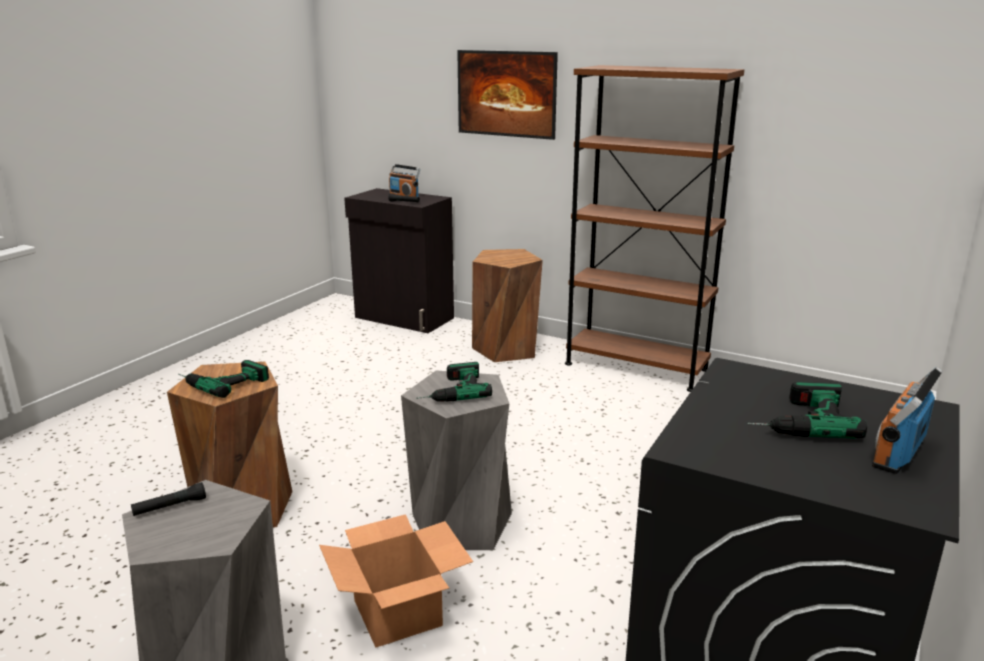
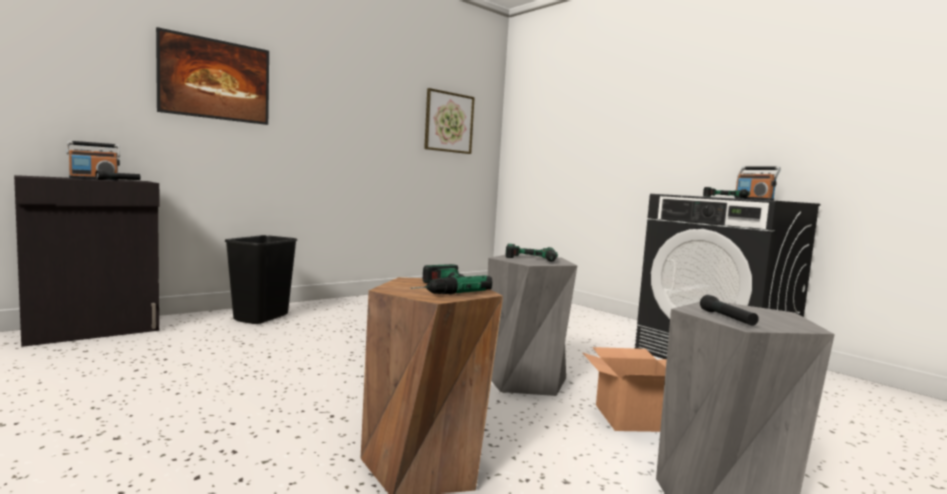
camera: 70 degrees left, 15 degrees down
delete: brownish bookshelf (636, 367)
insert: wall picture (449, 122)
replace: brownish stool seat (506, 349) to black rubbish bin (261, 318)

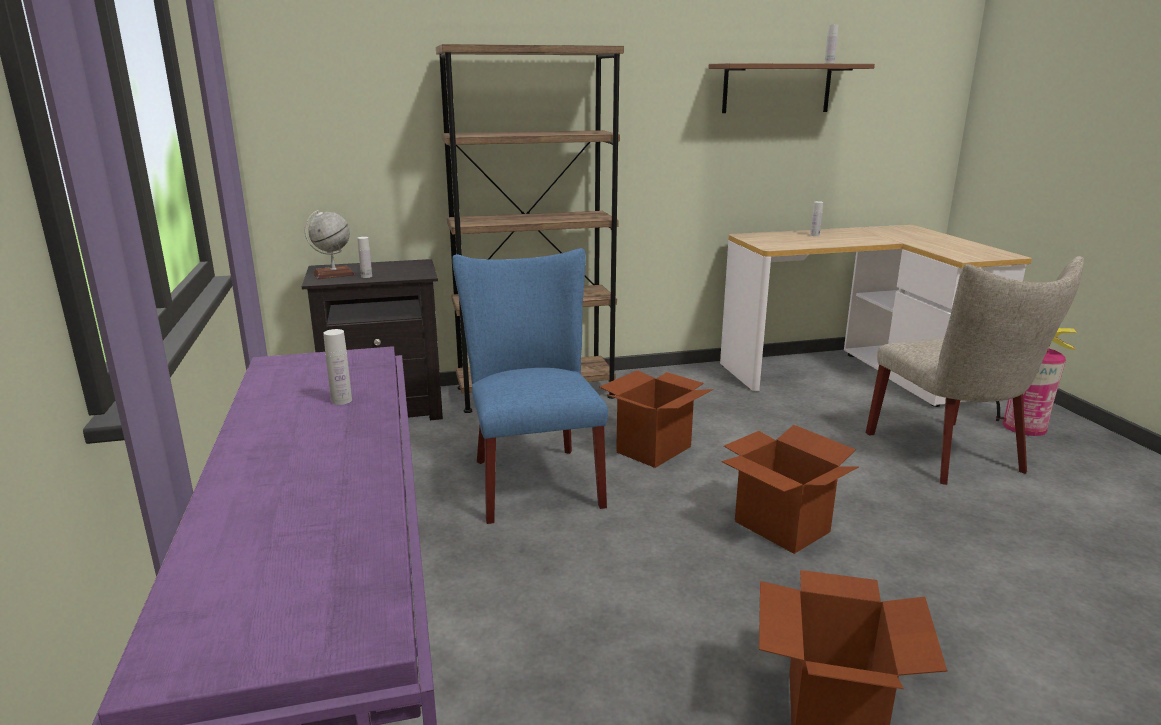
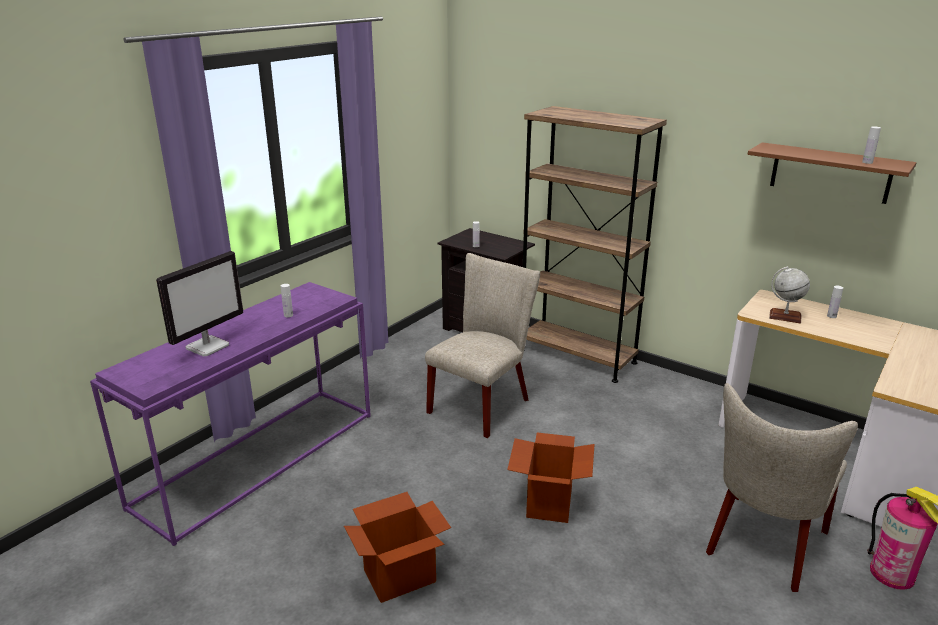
camera: 50 degrees right, 5 degrees up
delete: cardboard box (654, 449)
insert: monitor (208, 346)
move: world globe (333, 274) to (785, 316)
recolor: blue upright chair (532, 478) to beige-coloured upright chair (483, 403)

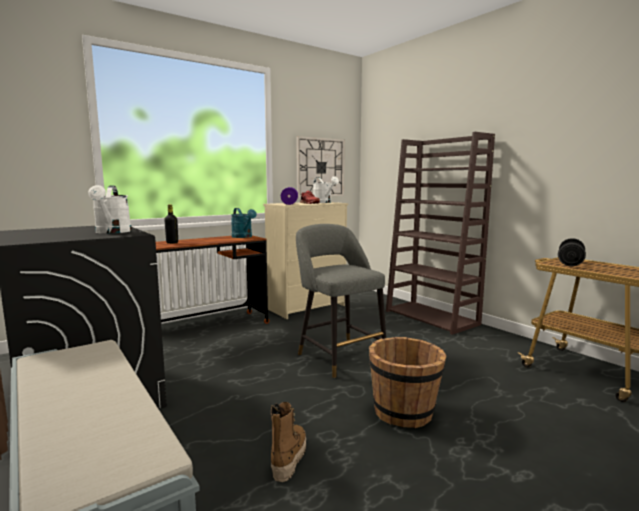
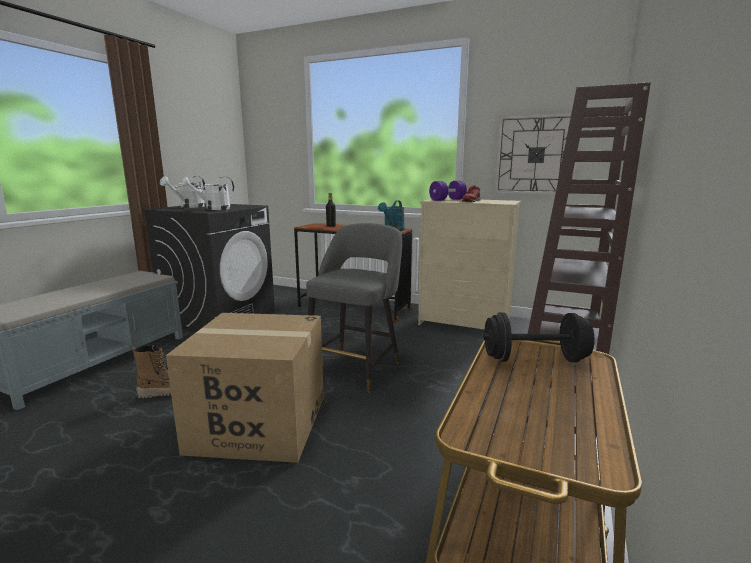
camera: 60 degrees right, 5 degrees up
move: whitish sprinkling can (324, 202) to (189, 207)
replace: brownish pail (404, 412) to cardboard box (259, 423)

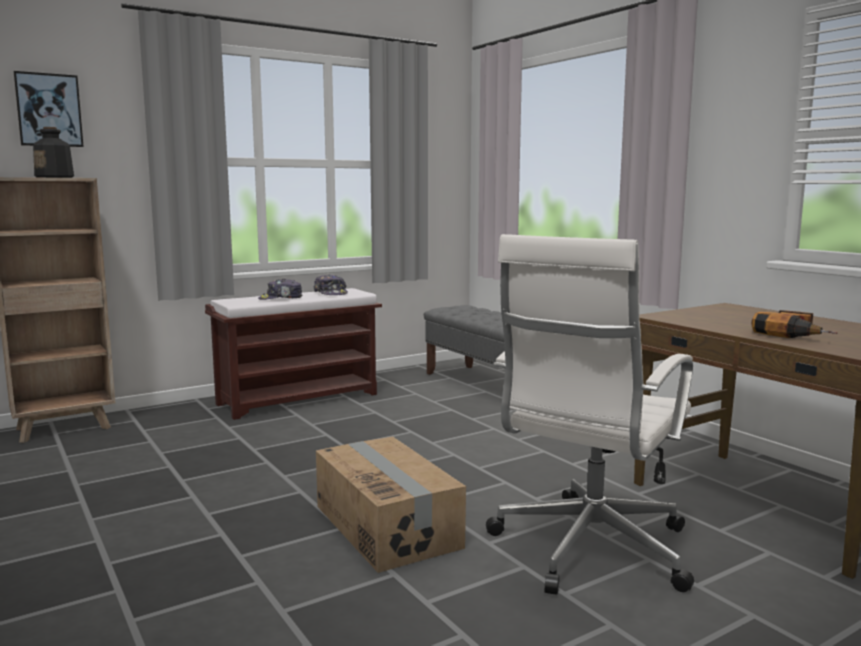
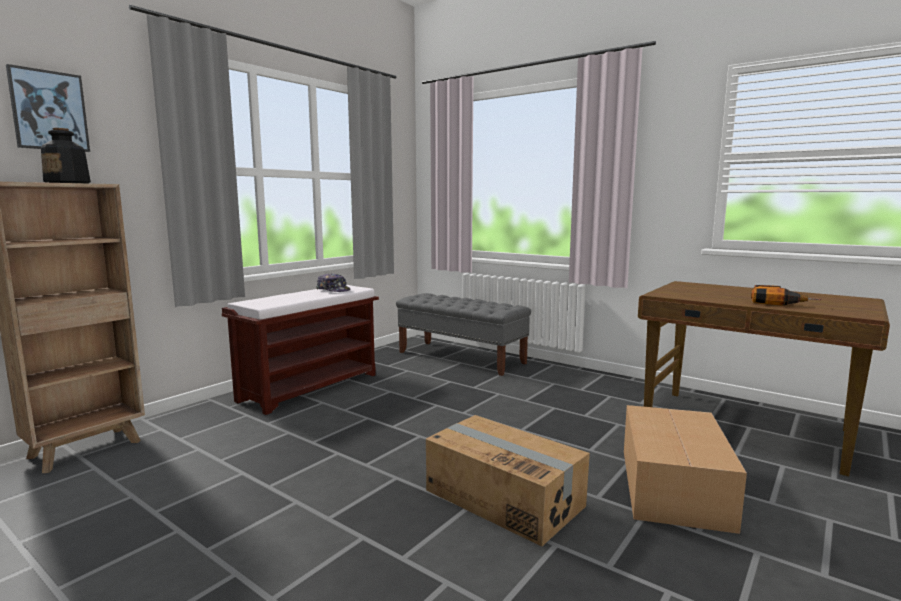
camera: 20 degrees left, 0 degrees up
delete: baseball cap (281, 298)
replace: whitish computer chair (588, 549) to cardboard box (672, 488)

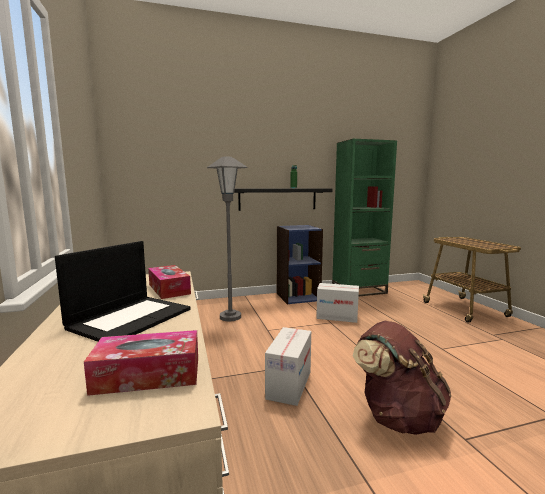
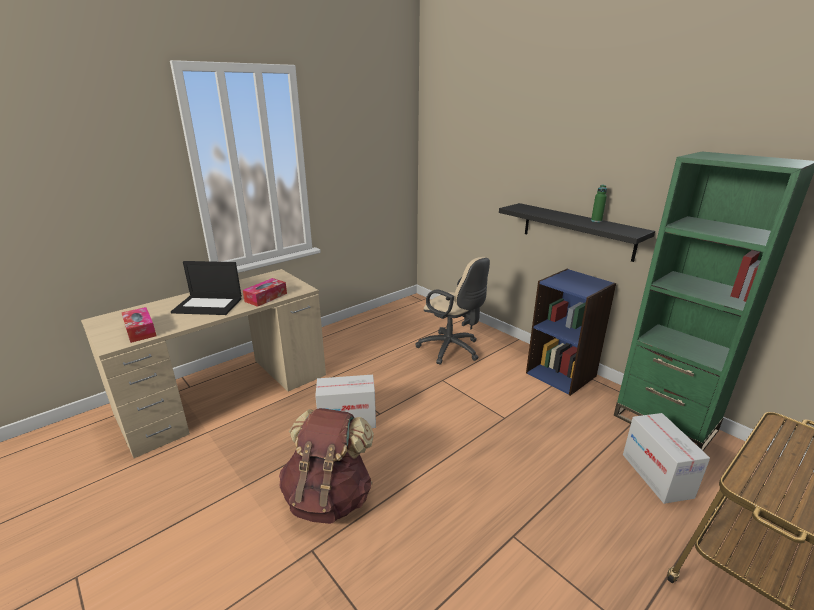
camera: 65 degrees right, 15 degrees up
move: cardboard box (337, 316) to (657, 475)
replace: grey standing lamp (230, 317) to beige-coloured computer chair (452, 350)

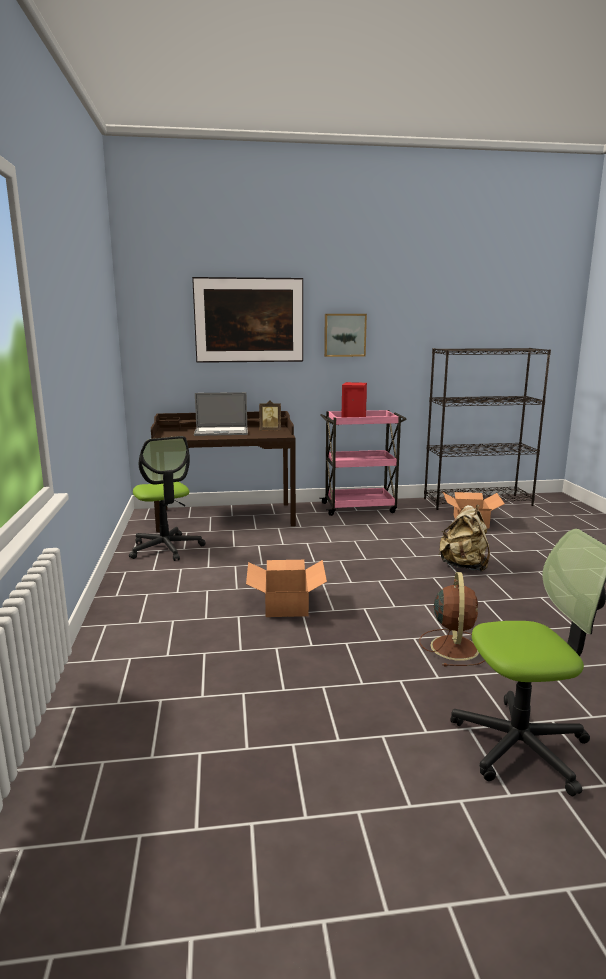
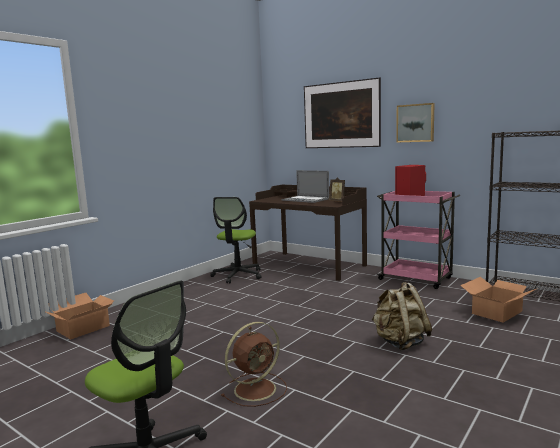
camera: 45 degrees right, 5 degrees down
move: cardboard box (287, 603) to (84, 328)

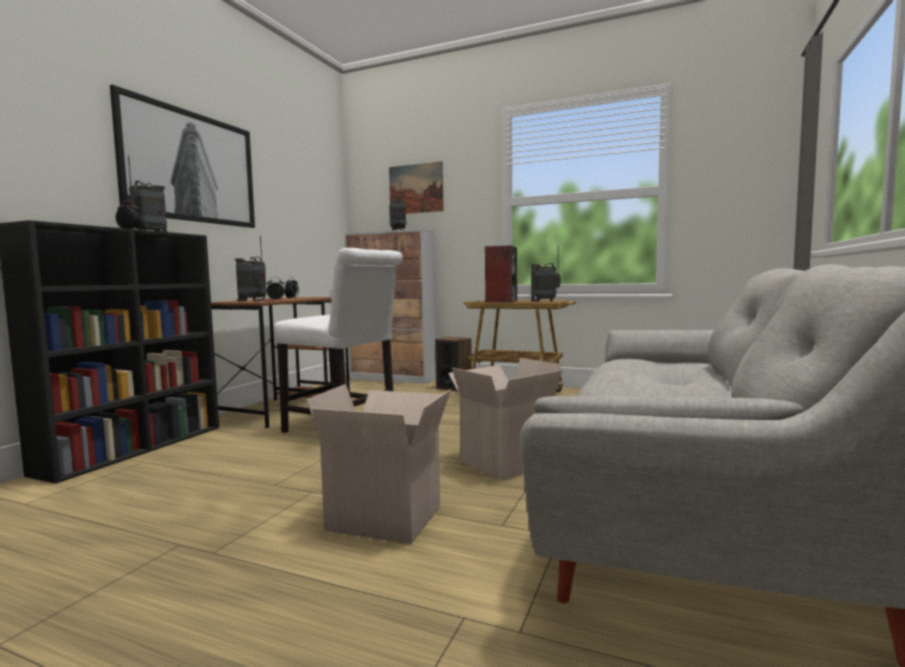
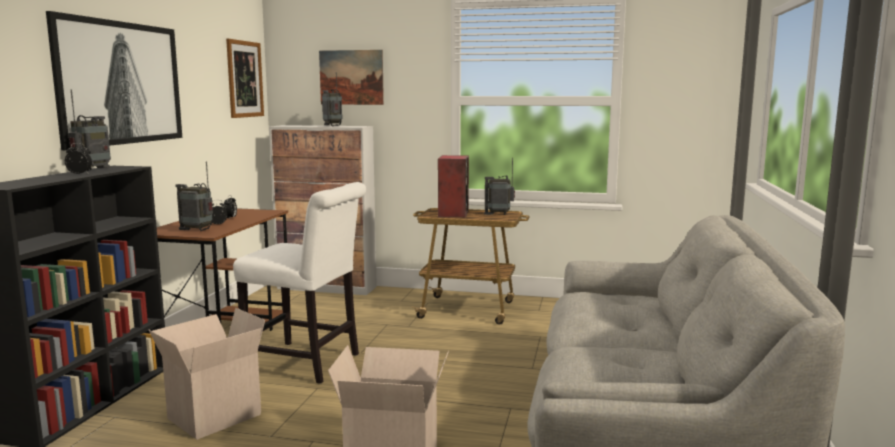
camera: 10 degrees left, 5 degrees up
delete: speaker (454, 388)
insert: wall picture (244, 79)
move: cardboard box (506, 462) to (214, 415)

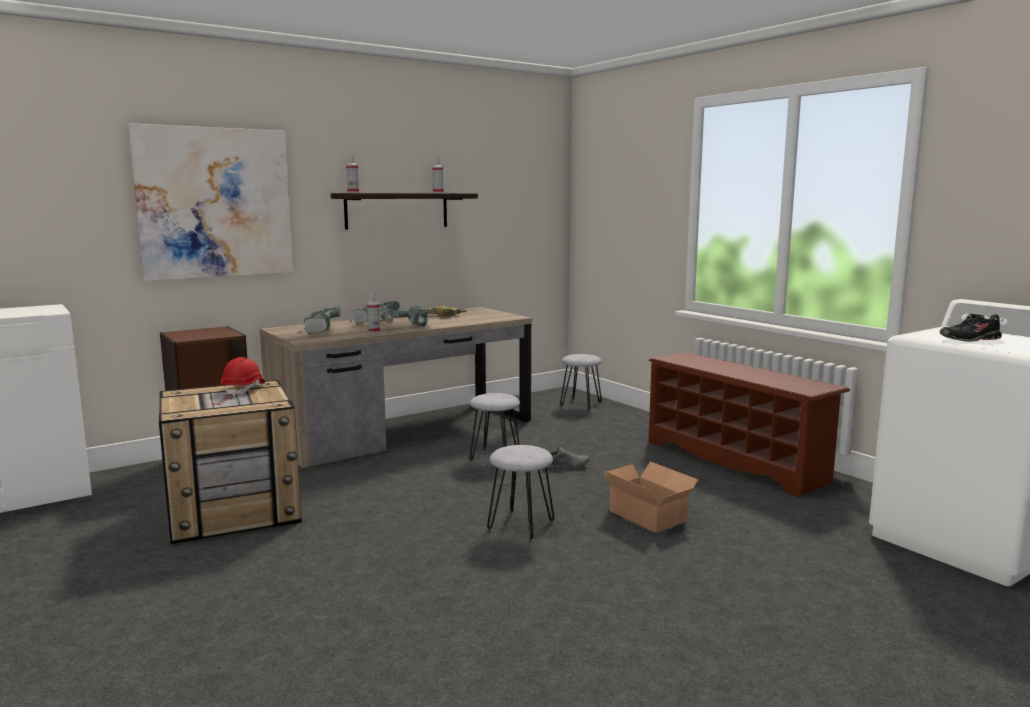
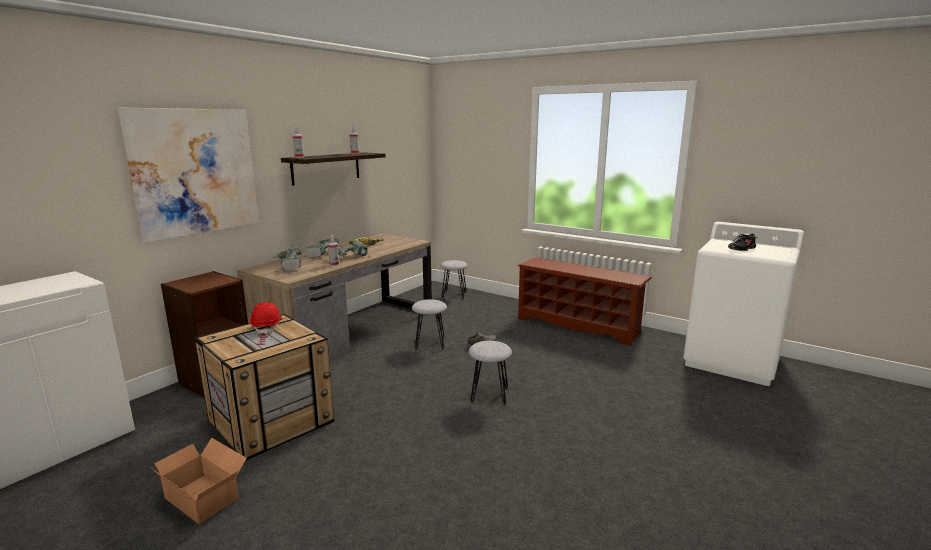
camera: 20 degrees left, 5 degrees up
move: cardboard box (648, 514) to (203, 496)

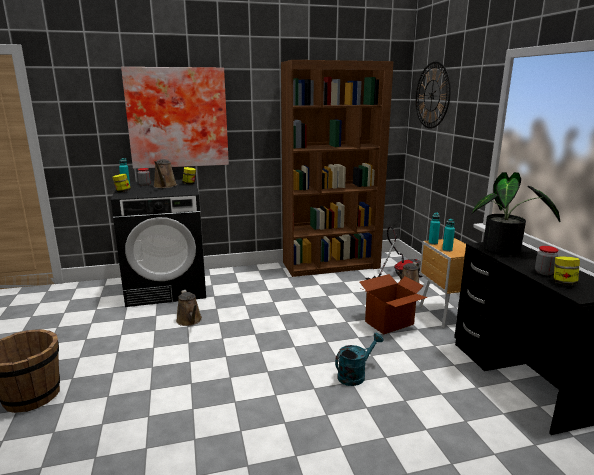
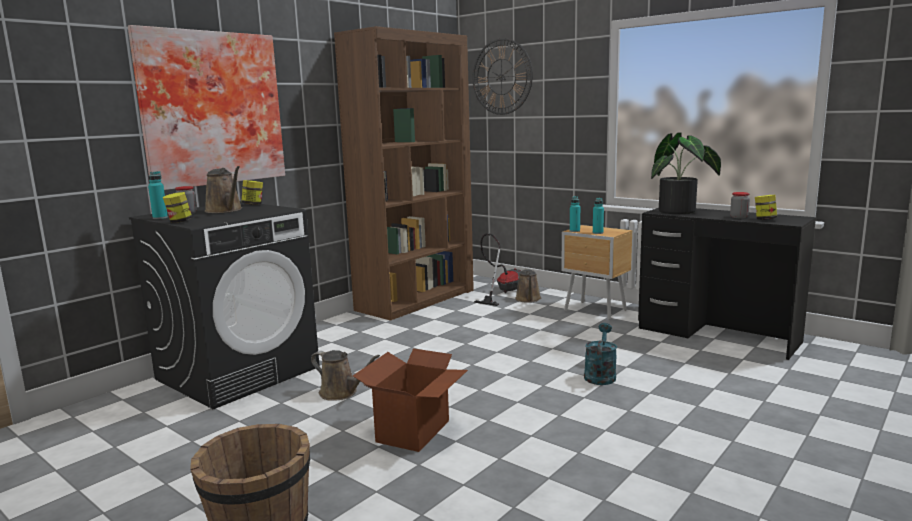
camera: 35 degrees left, 5 degrees down
move: cardboard box (390, 323) to (414, 431)

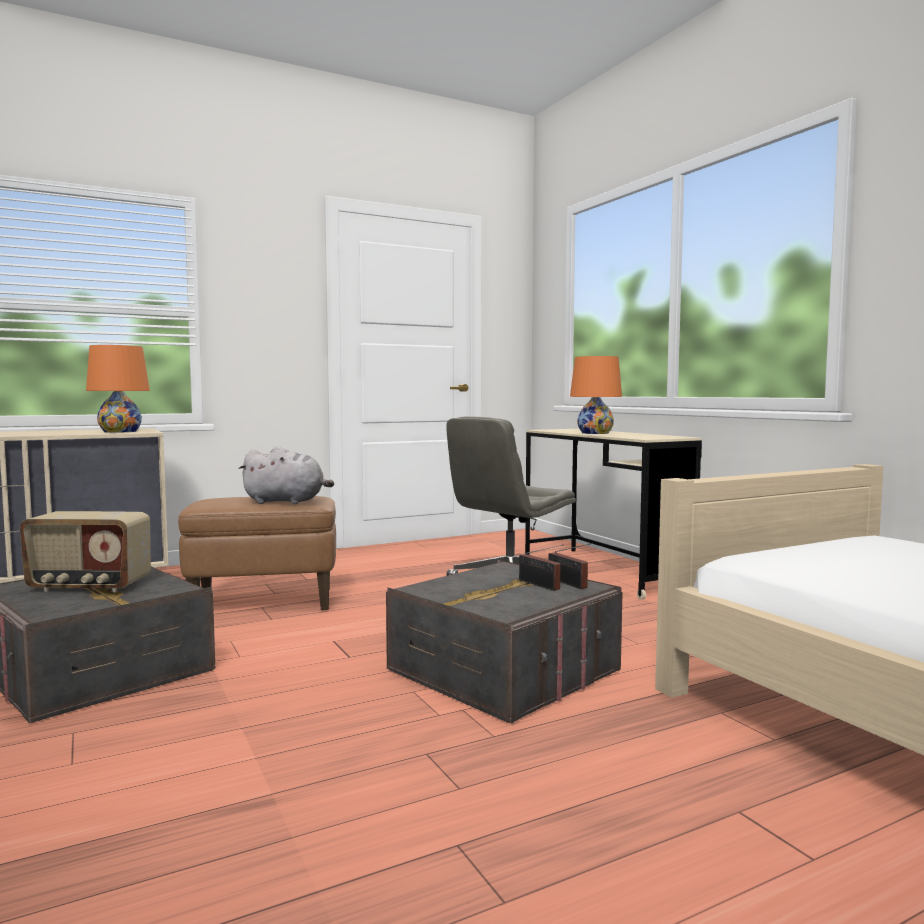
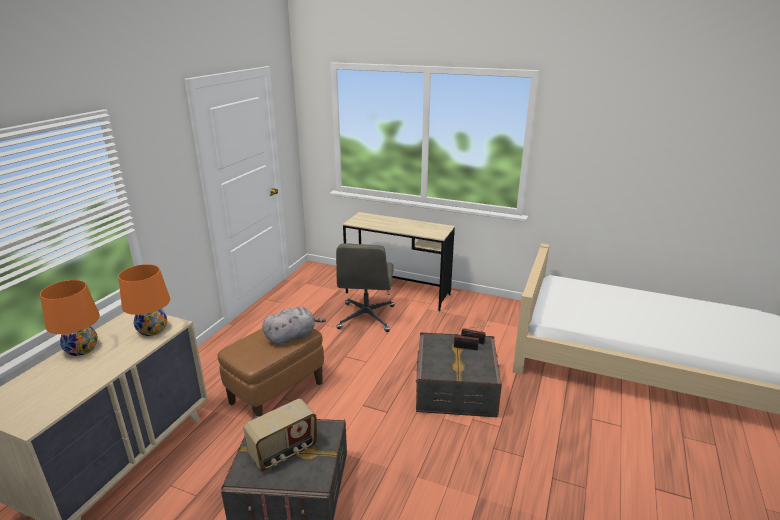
camera: 40 degrees left, 20 degrees up
move: orange-coloured table lamp (595, 433) to (82, 349)

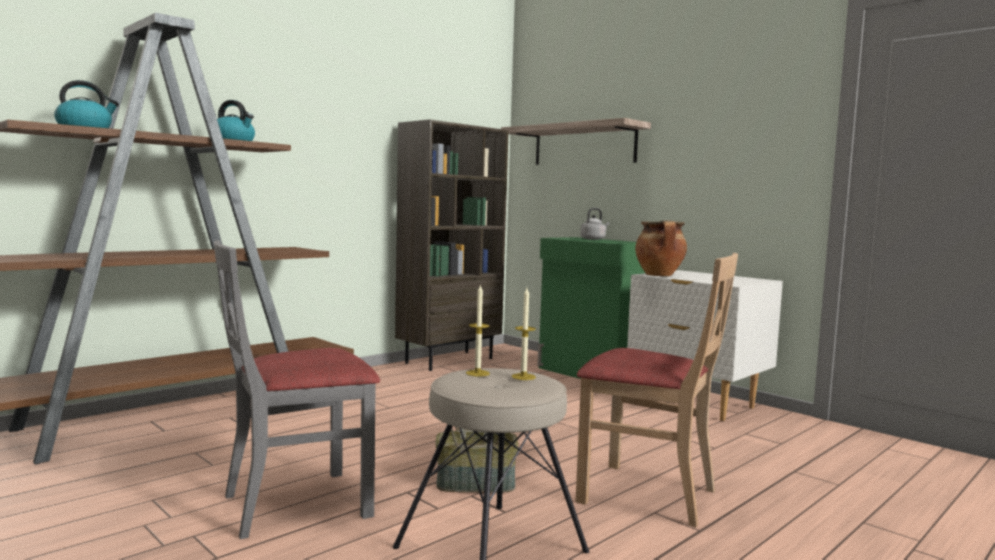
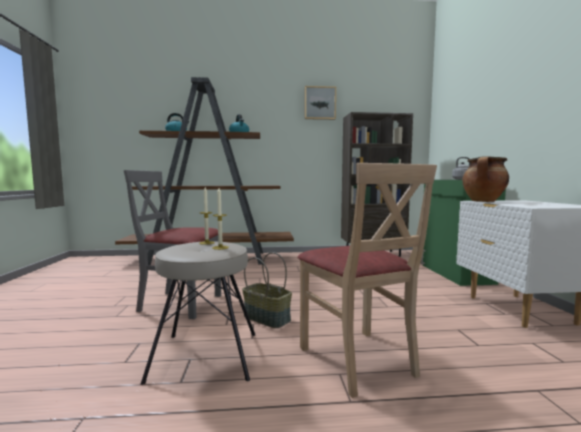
camera: 40 degrees right, 0 degrees up
delete: shelf (584, 145)
insert: wall picture (319, 103)

